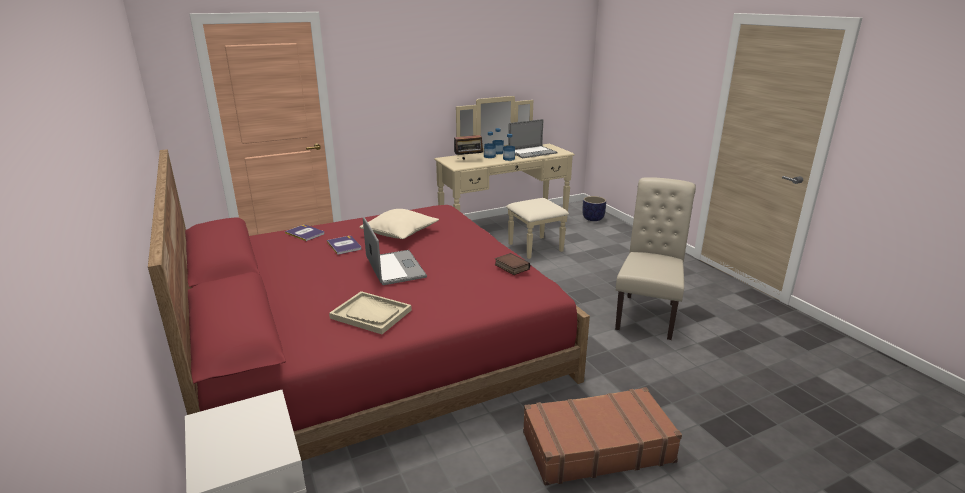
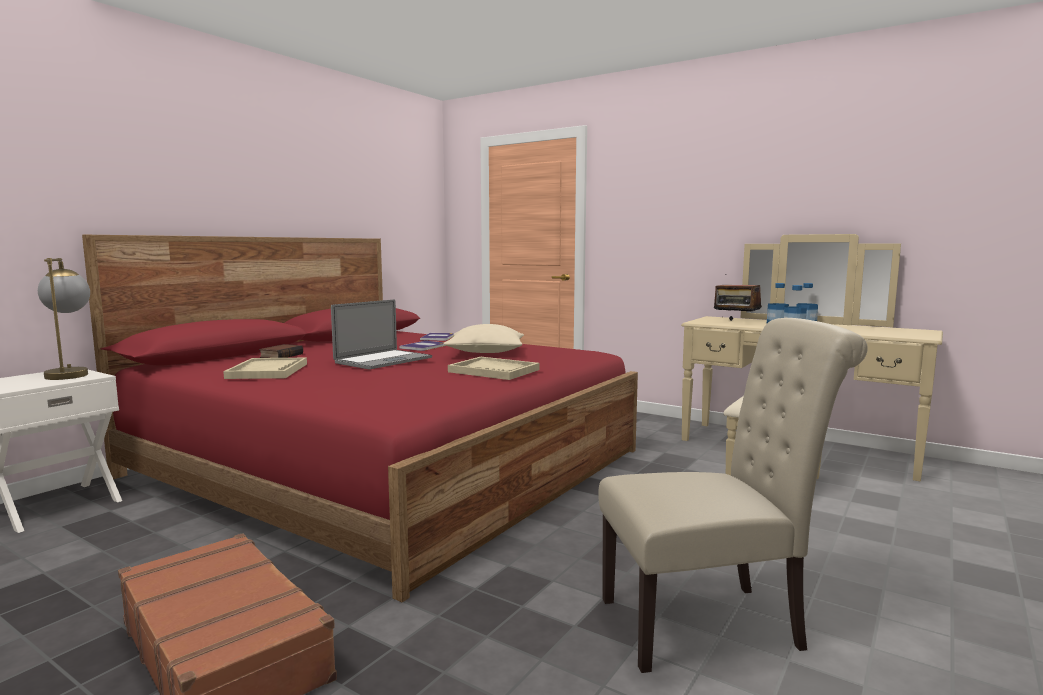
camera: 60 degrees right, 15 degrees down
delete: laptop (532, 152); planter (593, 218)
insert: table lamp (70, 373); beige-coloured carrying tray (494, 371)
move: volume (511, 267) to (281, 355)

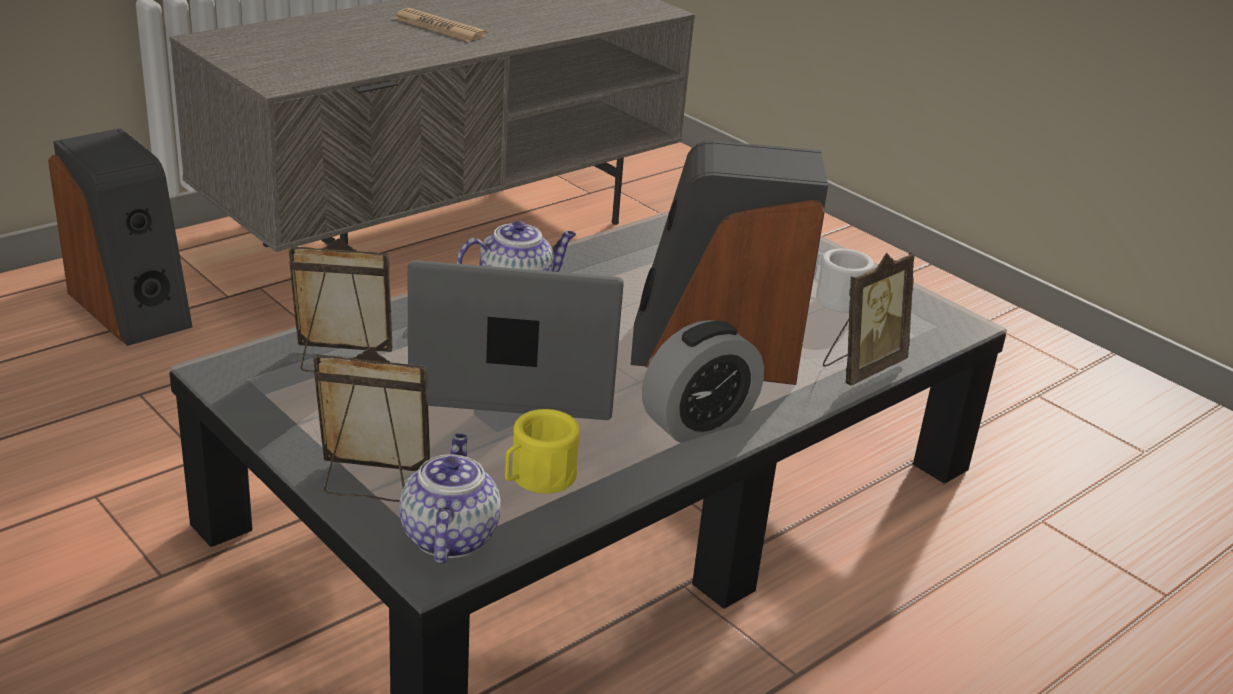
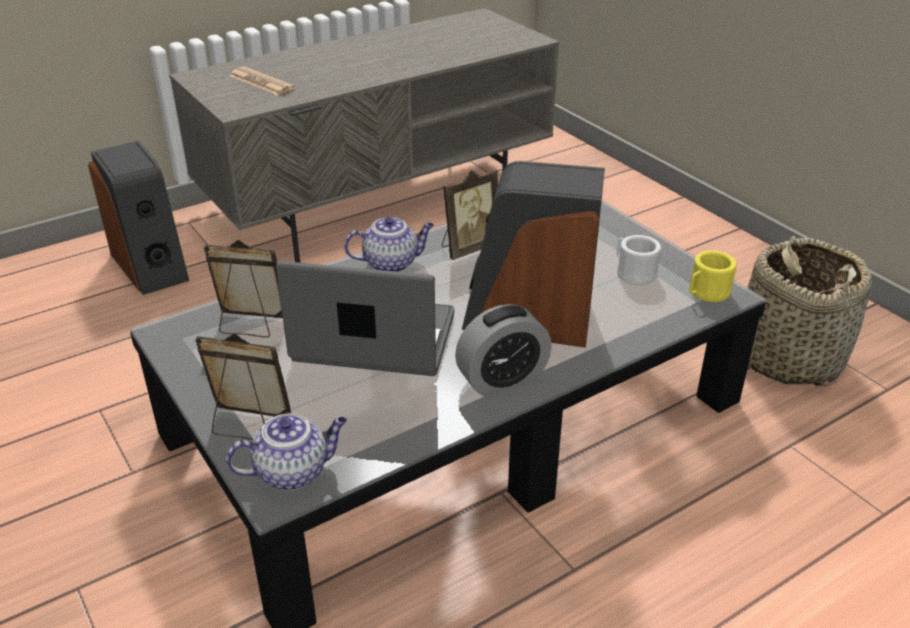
camera: 10 degrees right, 5 degrees up
insert: household basket (787, 357)
move: daily paper (439, 27) to (261, 82); yellow-coloured coffee mug (537, 478) to (706, 293); standing frame (861, 367) to (469, 247)
rotate: teapot (448, 536) = (293, 471) 60 degrees clockwise

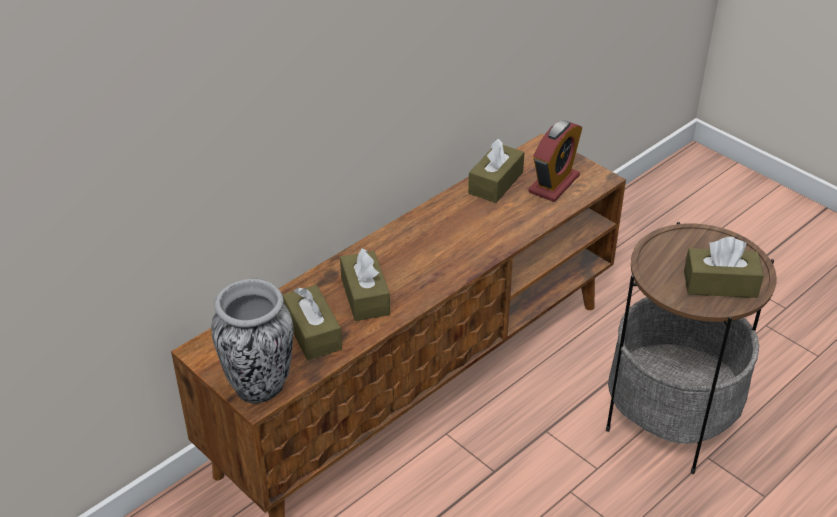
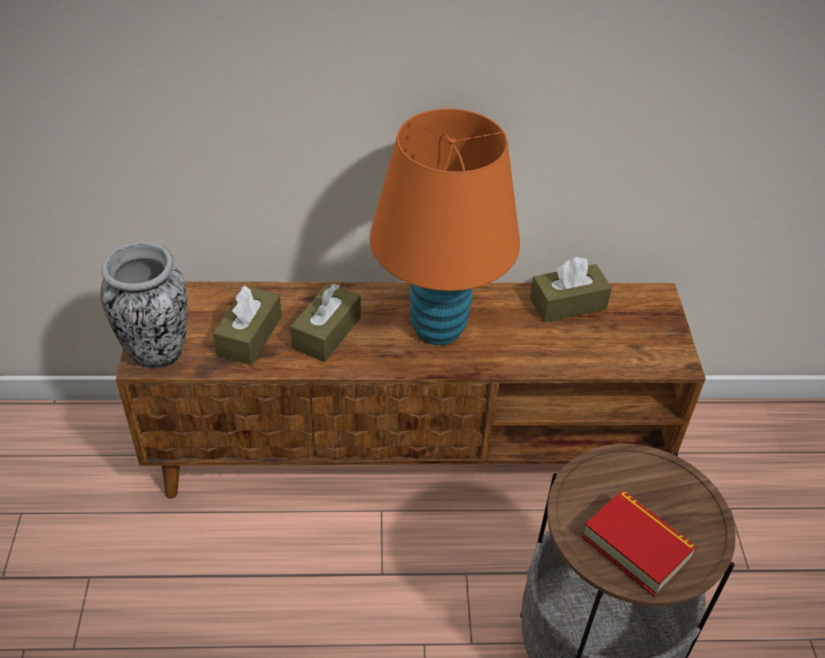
camera: 40 degrees right, 5 degrees up
delete: table clock (554, 184)
insert: orange-coloured table lamp (438, 328)
replace: brownish box of tissues (720, 284) to volume (636, 547)

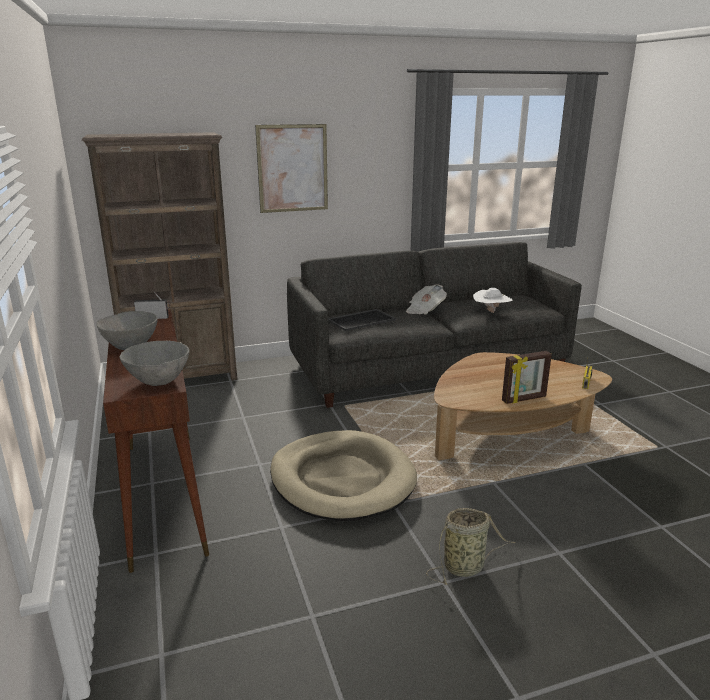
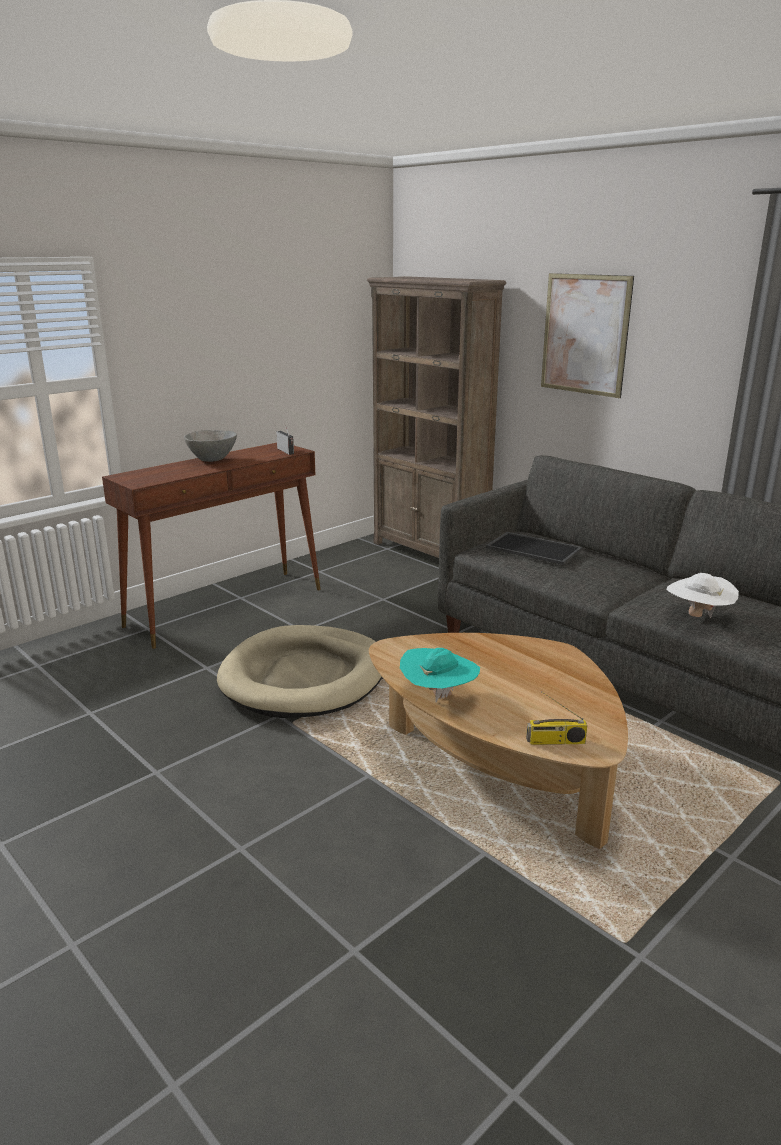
camera: 65 degrees right, 0 degrees up
delete: grey deep dish (158, 382); daily paper (424, 310); household basket (466, 566)
replace: standing frame (524, 399) to turquoise hat (439, 695)

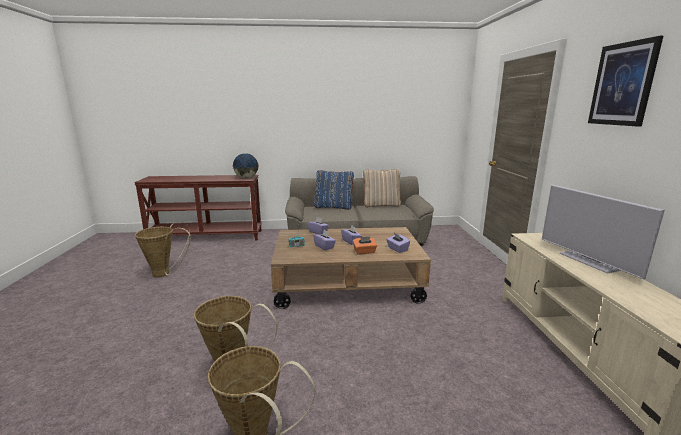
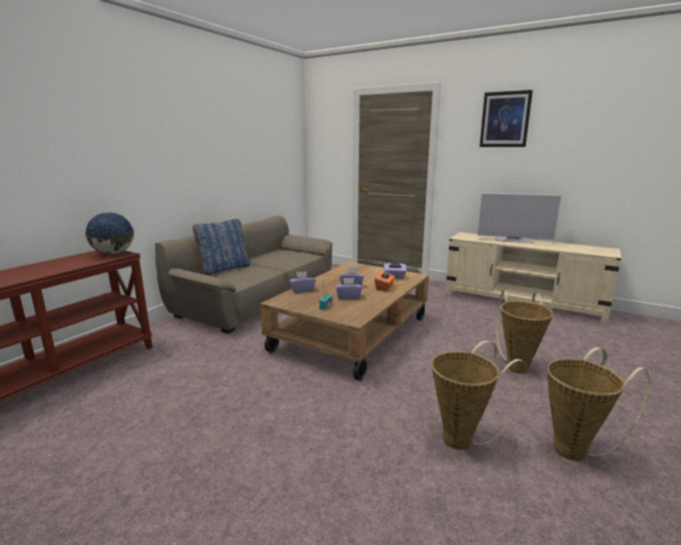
camera: 55 degrees left, 0 degrees up
delete: beige-coloured cushion (381, 205)
move: household basket (165, 273) to (517, 365)

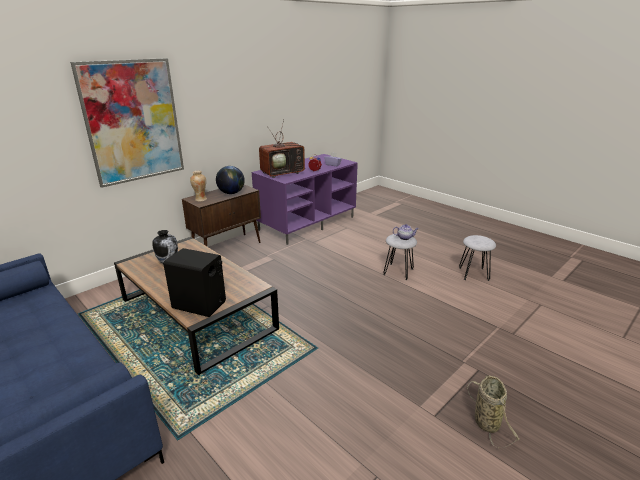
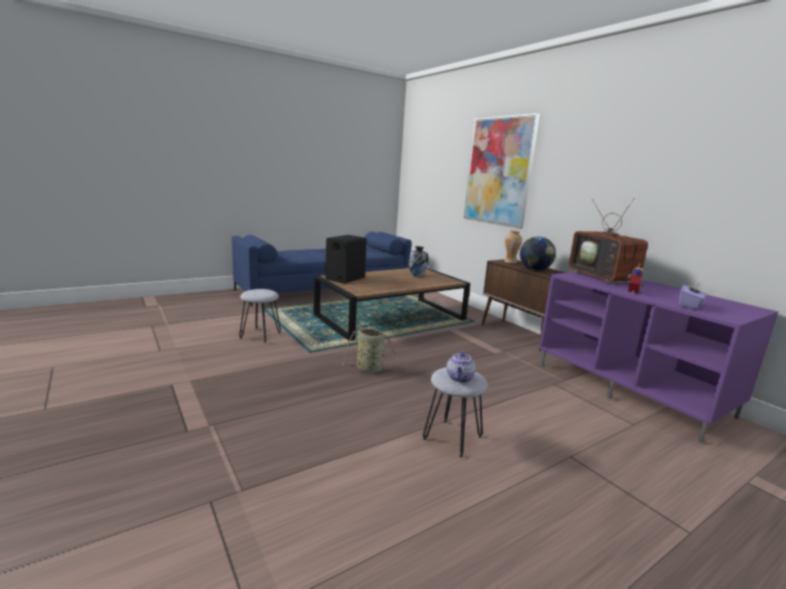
camera: 100 degrees right, 10 degrees down
move: grey stool seat (474, 274) to (260, 335); household basket (485, 420) to (371, 369)

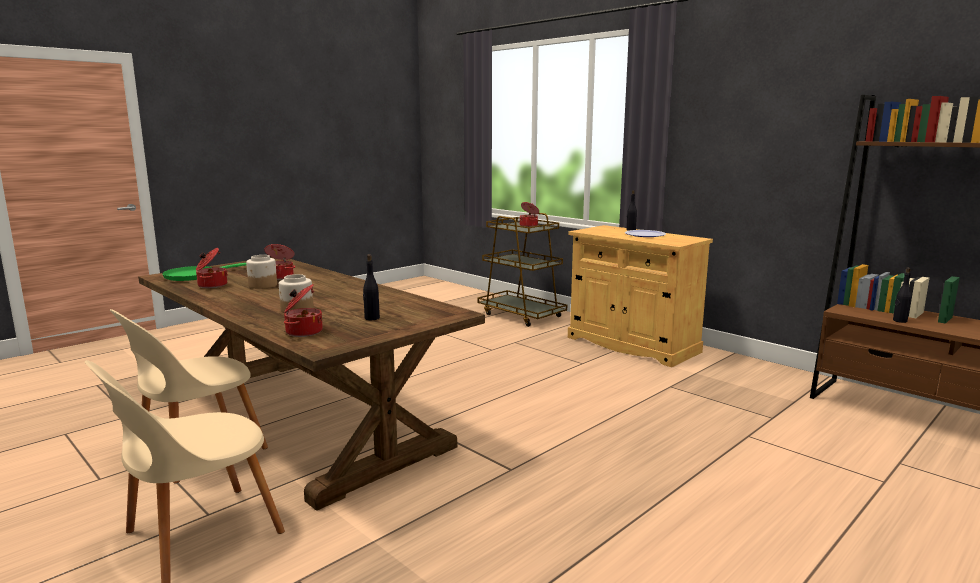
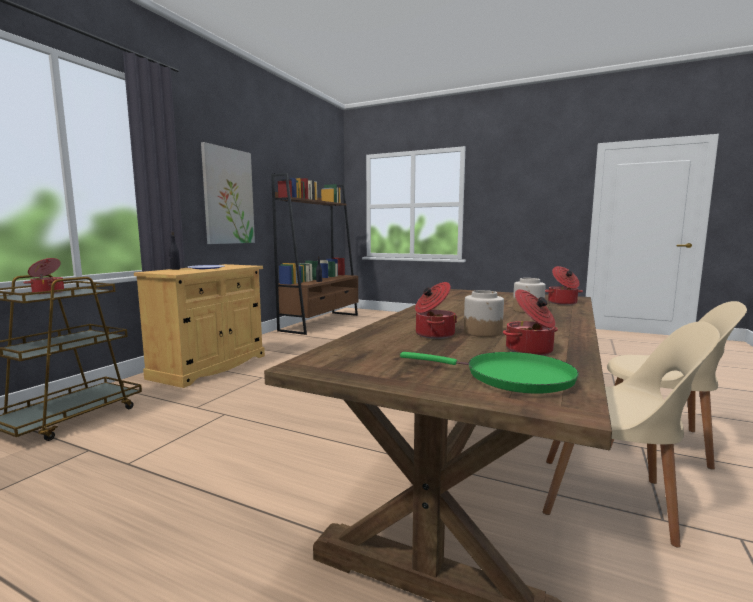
camera: 110 degrees left, 5 degrees down
delete: black beverage bottle (371, 318)
insert: wall picture (228, 196)

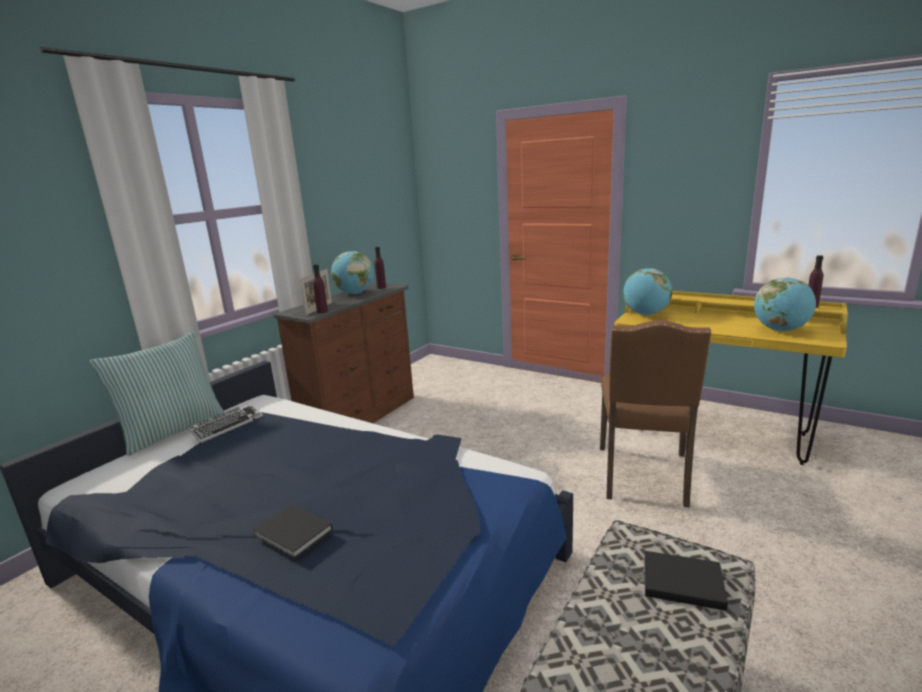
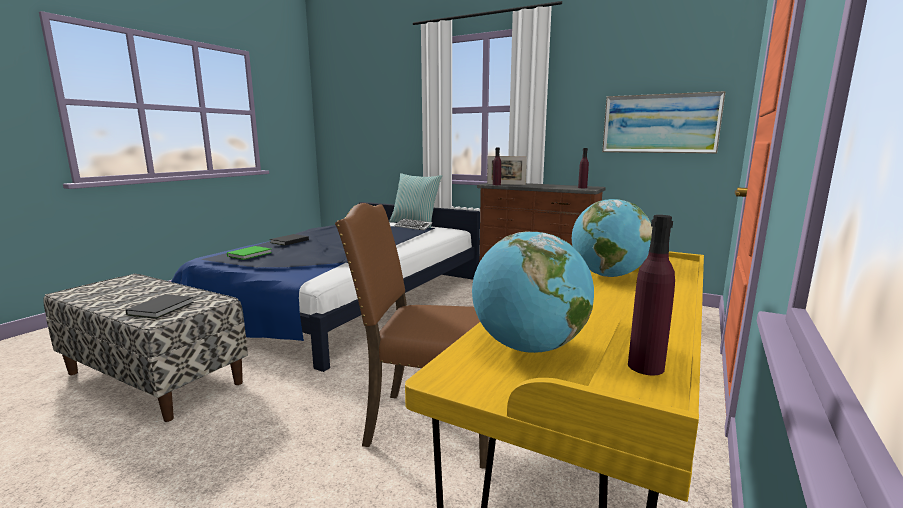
camera: 85 degrees right, 5 degrees down
delete: world globe (355, 293)
insert: green-coloured volume (251, 254); wall picture (660, 124)

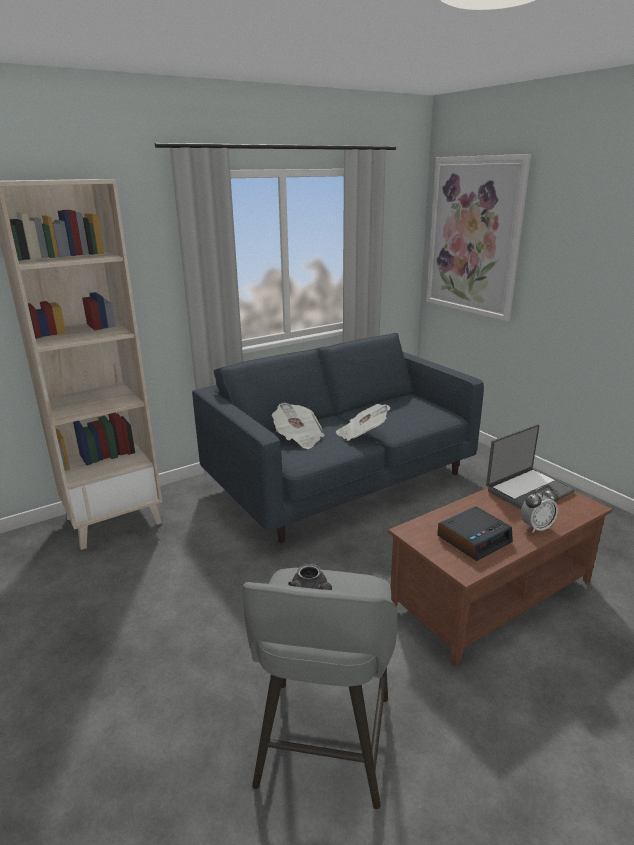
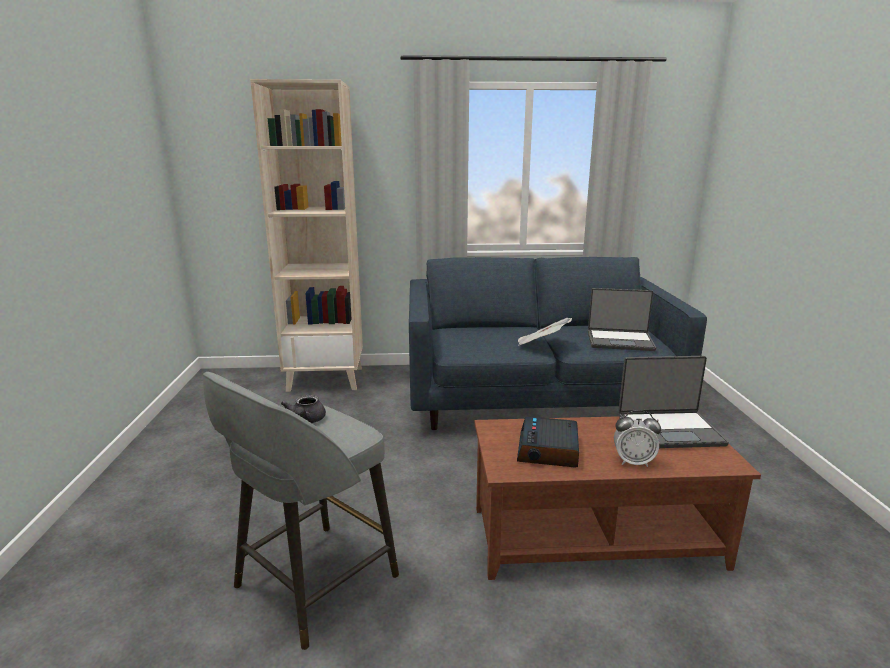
camera: 30 degrees right, 5 degrees down
delete: daily paper (298, 438); wall picture (474, 237)
insert: laptop (620, 341)
rotate: table clock (474, 539) = (548, 450) 105 degrees clockwise

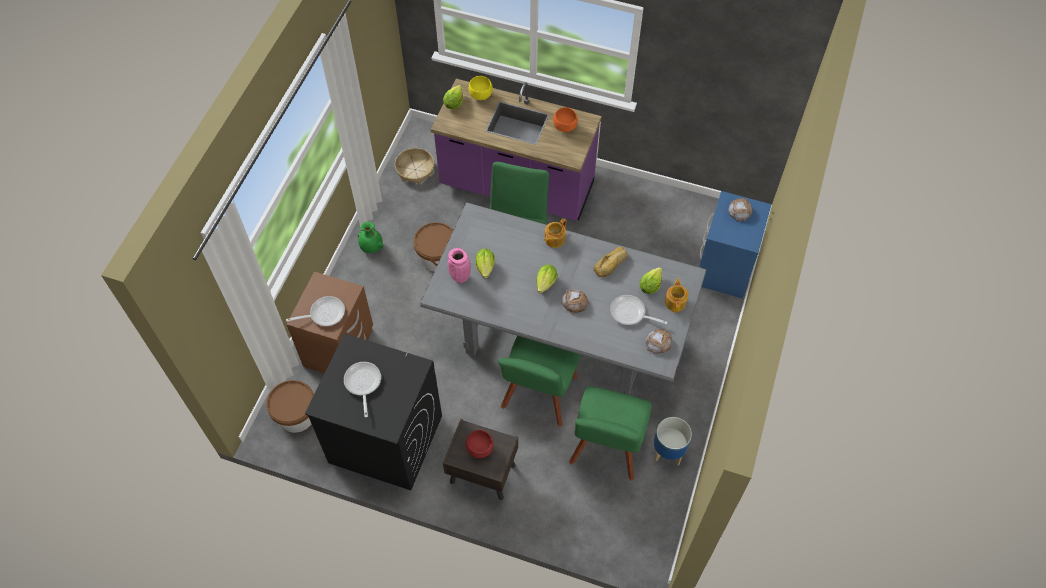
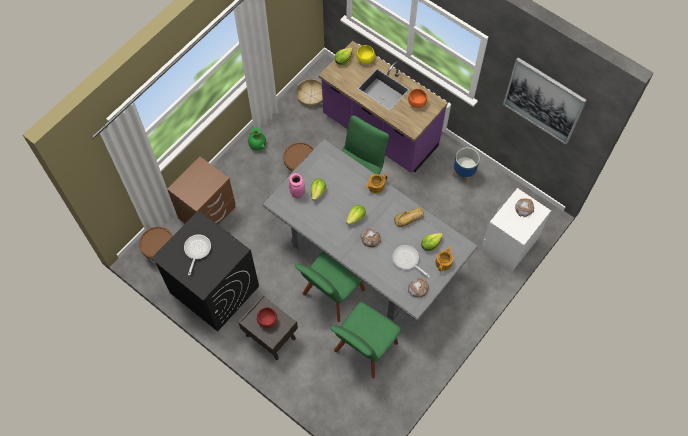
camera: 20 degrees right, 5 degrees up
delete: skillet (324, 313)
insert: wall picture (543, 101)
move: planter (668, 451) to (464, 174)
recolor: blue night table (724, 268) to whitish night table (508, 244)

